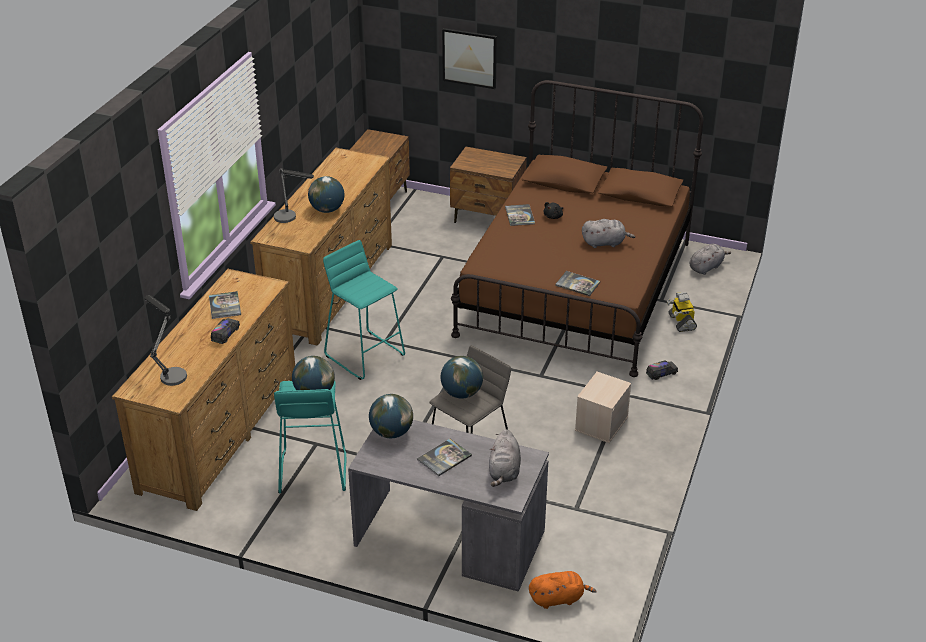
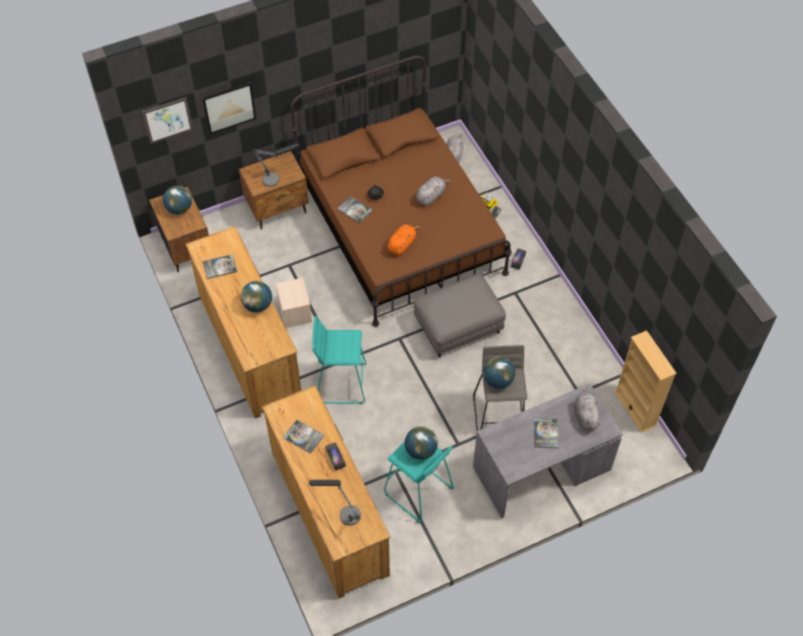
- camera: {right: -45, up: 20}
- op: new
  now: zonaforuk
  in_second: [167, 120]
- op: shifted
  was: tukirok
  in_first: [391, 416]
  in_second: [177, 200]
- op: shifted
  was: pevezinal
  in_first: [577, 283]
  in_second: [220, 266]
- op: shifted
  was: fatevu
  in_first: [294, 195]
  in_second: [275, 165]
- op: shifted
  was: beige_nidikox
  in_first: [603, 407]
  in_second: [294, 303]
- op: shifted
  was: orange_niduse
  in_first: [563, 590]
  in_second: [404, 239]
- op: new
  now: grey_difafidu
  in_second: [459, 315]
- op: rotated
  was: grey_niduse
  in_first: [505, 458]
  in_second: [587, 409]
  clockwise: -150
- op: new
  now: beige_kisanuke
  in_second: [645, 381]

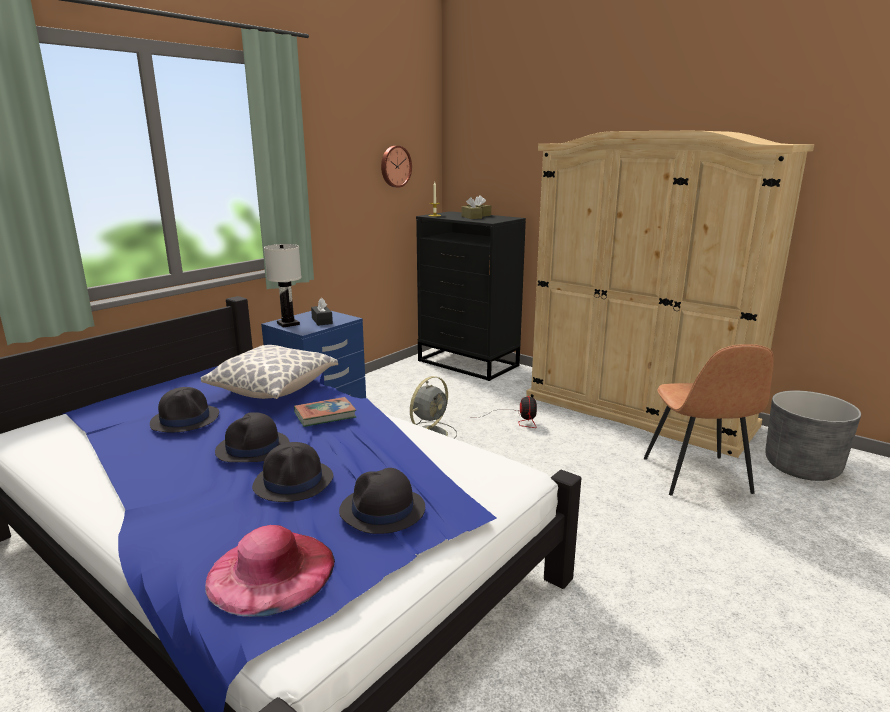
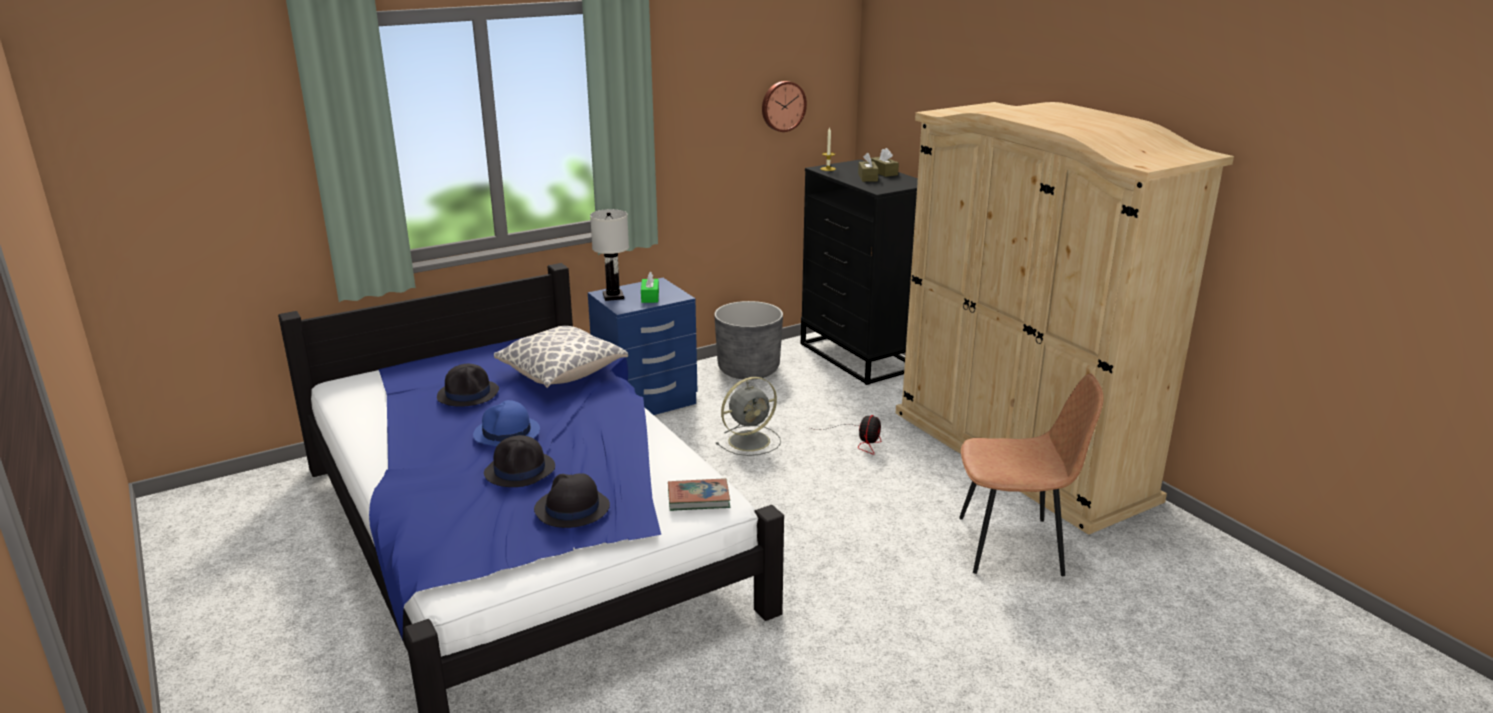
- camera: {right: 20, up: 5}
- op: repainted
  was: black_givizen
  now: blue_givizen
  in_first: [252, 437]
  in_second: [506, 423]
- op: repainted
  was: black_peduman
  now: green_peduman
  in_first: [322, 312]
  in_second: [650, 287]
- op: shifted
  was: pevezinal
  in_first: [325, 412]
  in_second: [699, 494]
- op: shifted
  was: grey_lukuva
  in_first: [813, 435]
  in_second: [748, 340]
- op: rotated
  was: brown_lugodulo
  in_first: [709, 420]
  in_second: [1031, 474]
  clockwise: -105
- op: gone
  was: pink_givizen
  in_first: [270, 571]

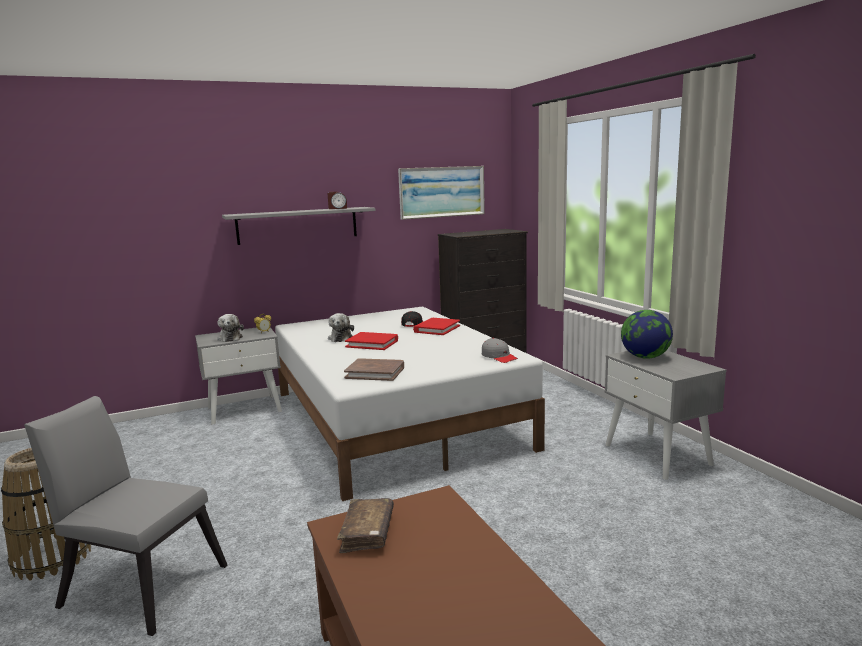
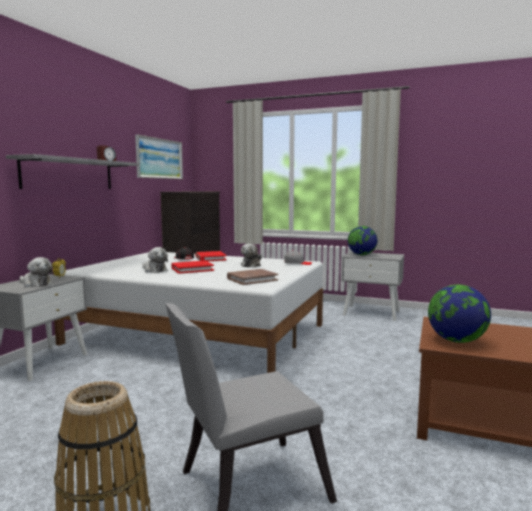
- camera: {right: -45, up: -5}
- op: new
  now: niduse
  in_second: [251, 256]
- op: swapped
  was: brown_pevezinal
  now: tukirok
  in_first: [365, 525]
  in_second: [459, 314]

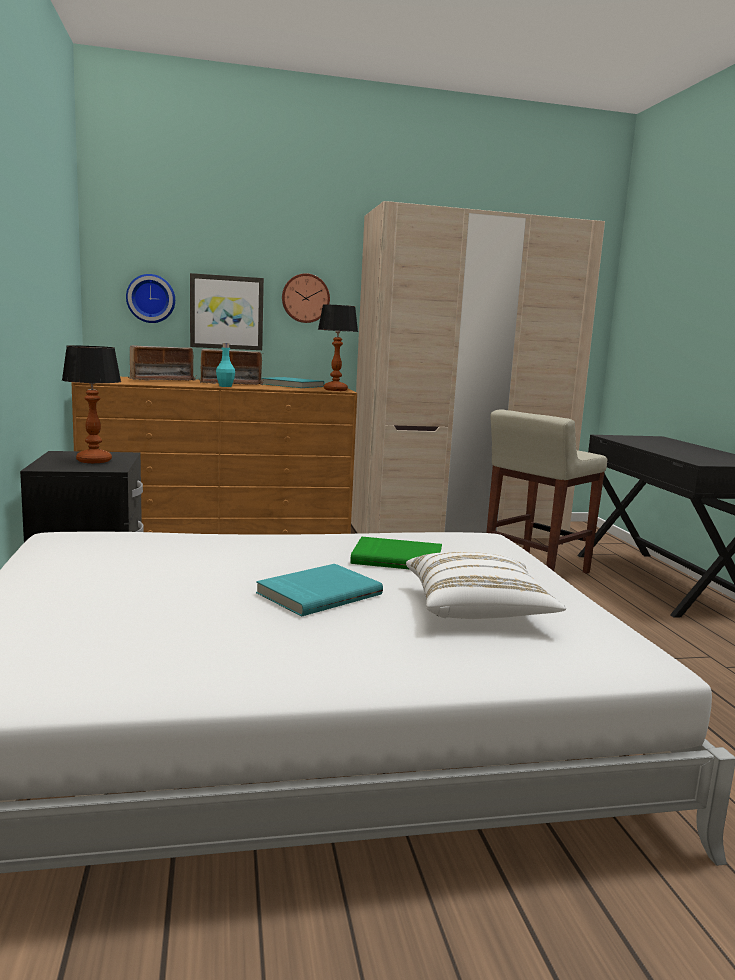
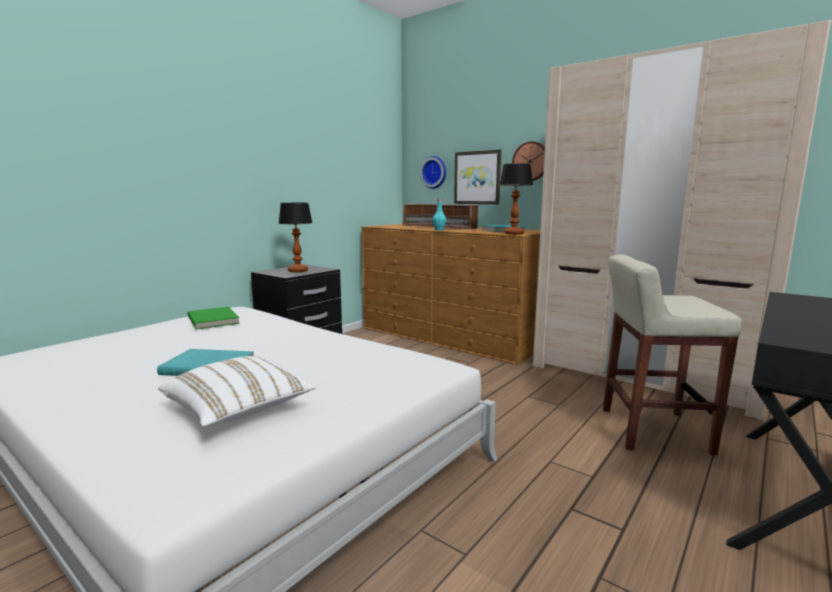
- camera: {right: 50, up: 0}
- op: shifted
  was: green_pevezinal
  in_first: [396, 553]
  in_second: [214, 318]

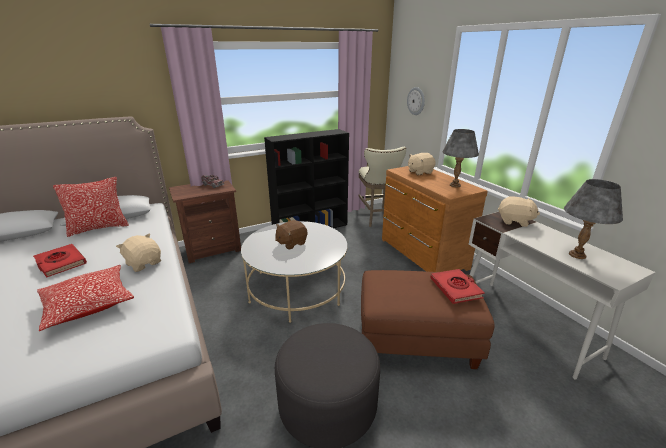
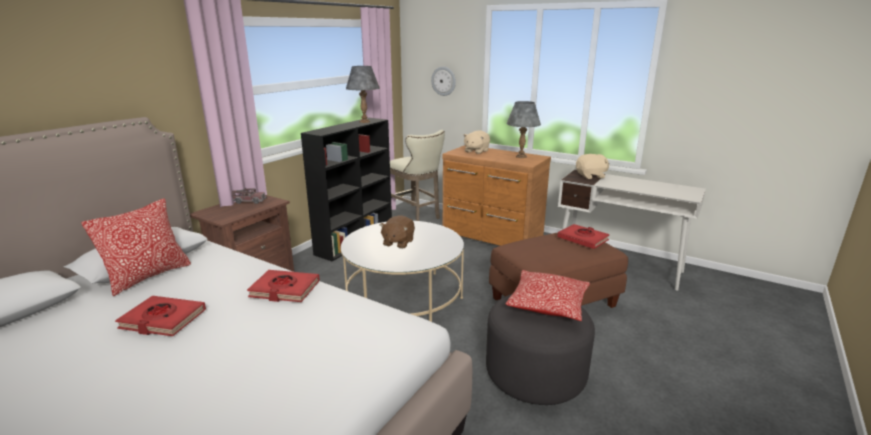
- camera: {right: -30, up: -5}
- op: swapped
  was: beige_niduse
  now: red_pevezinal
  in_first: [138, 253]
  in_second: [283, 286]
- op: shifted
  was: grey_fatevu
  in_first: [593, 219]
  in_second: [363, 94]
- op: shifted
  was: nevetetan
  in_first: [85, 298]
  in_second: [548, 295]

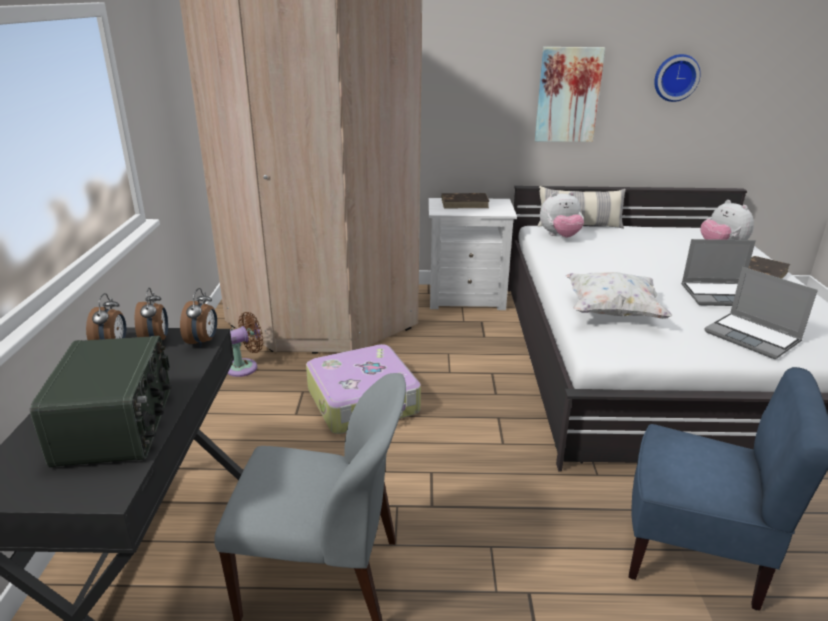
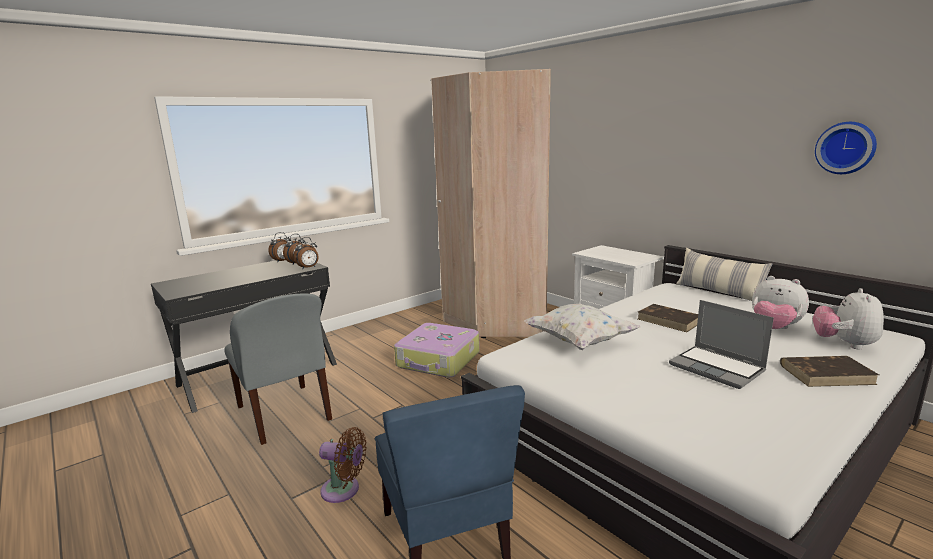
- camera: {right: 50, up: -10}
- op: shifted
  was: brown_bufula
  in_first: [245, 344]
  in_second: [343, 465]
- op: shifted
  was: brown_pevezinal
  in_first: [465, 200]
  in_second: [668, 318]
- op: shifted
  was: niduse
  in_first: [562, 215]
  in_second: [780, 302]
- op: gone
  was: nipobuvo
  in_first: [101, 401]
- op: gone
  was: zonaforuk
  in_first: [570, 94]
- op: gone
  was: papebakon
  in_first: [761, 313]

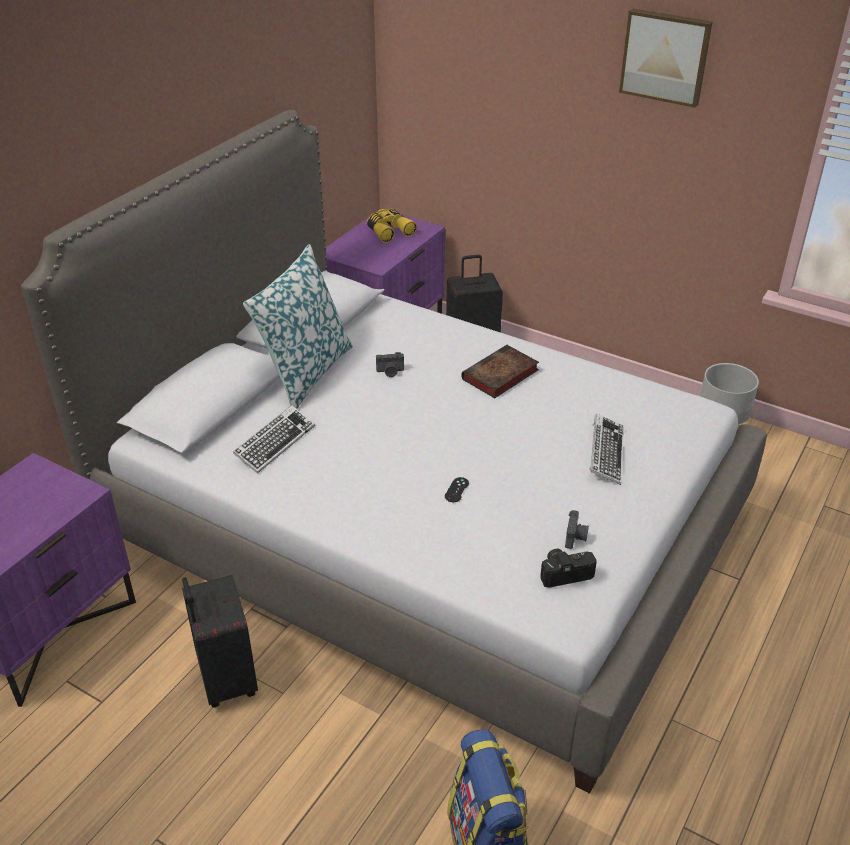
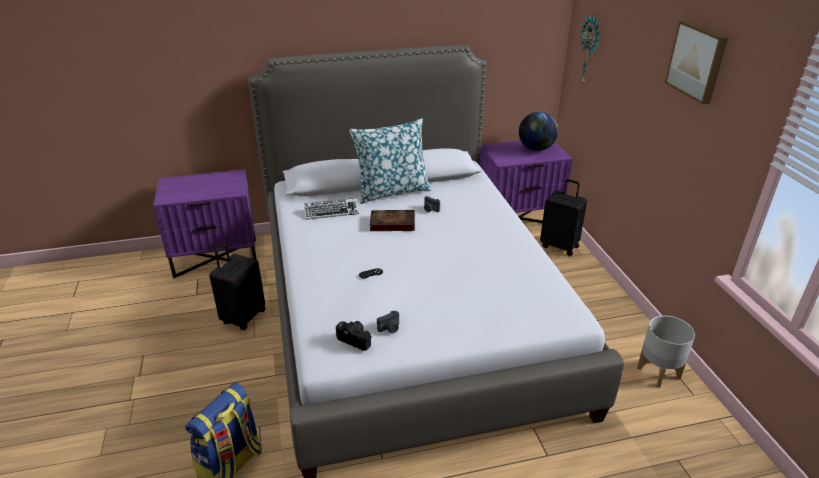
- camera: {right: 45, up: -5}
- op: shifted
  was: pevezinal
  in_first: [500, 371]
  in_second: [392, 220]
- op: swapped
  was: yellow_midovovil
  now: tukirok
  in_first: [392, 226]
  in_second: [538, 131]
- op: new
  now: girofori
  in_second: [590, 49]
- op: gone
  was: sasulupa
  in_first: [606, 449]

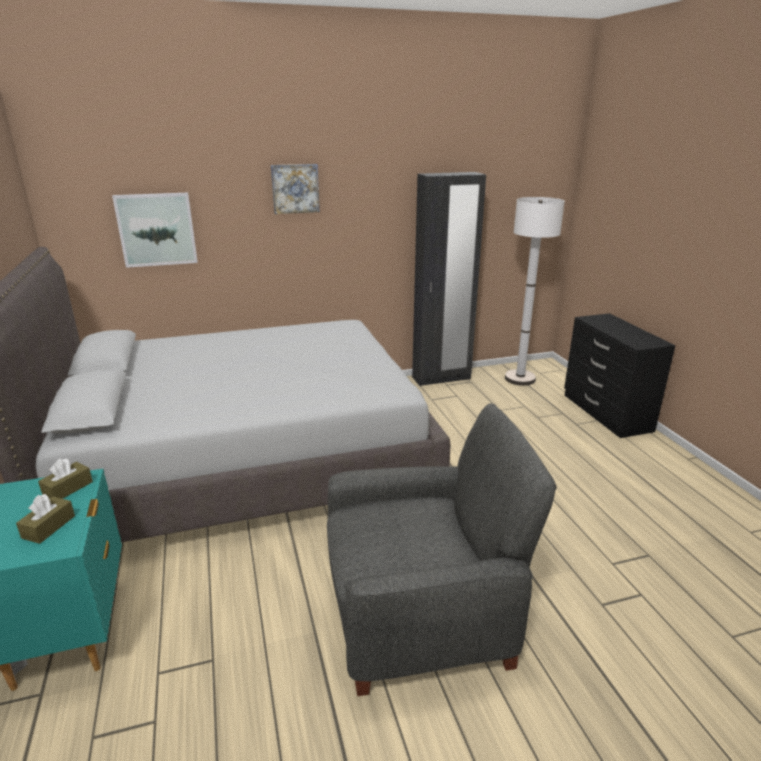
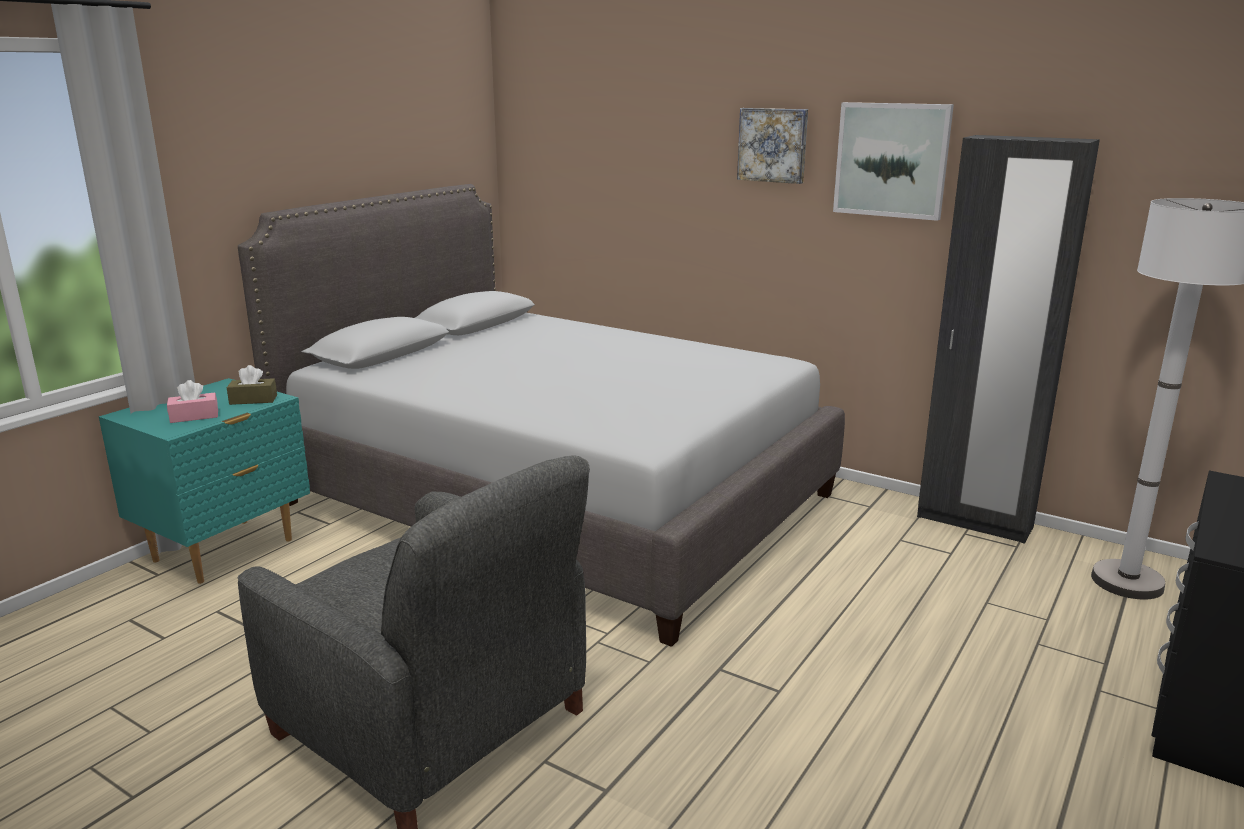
- camera: {right: 50, up: -5}
- op: repainted
  was: brown_peduman
  now: pink_peduman
  in_first: [45, 519]
  in_second: [192, 401]
- op: shifted
  was: zonaforuk
  in_first: [155, 230]
  in_second: [893, 161]

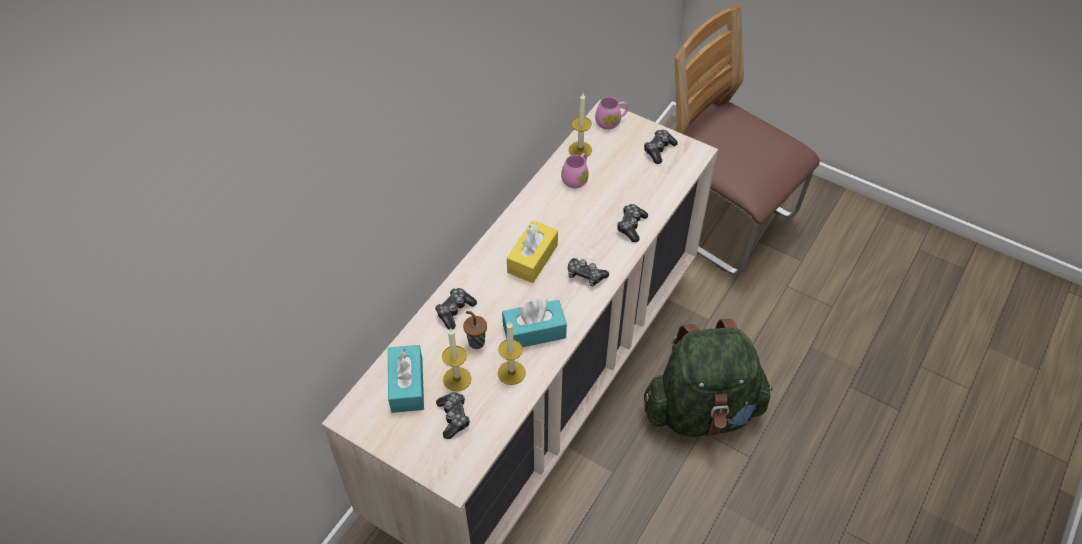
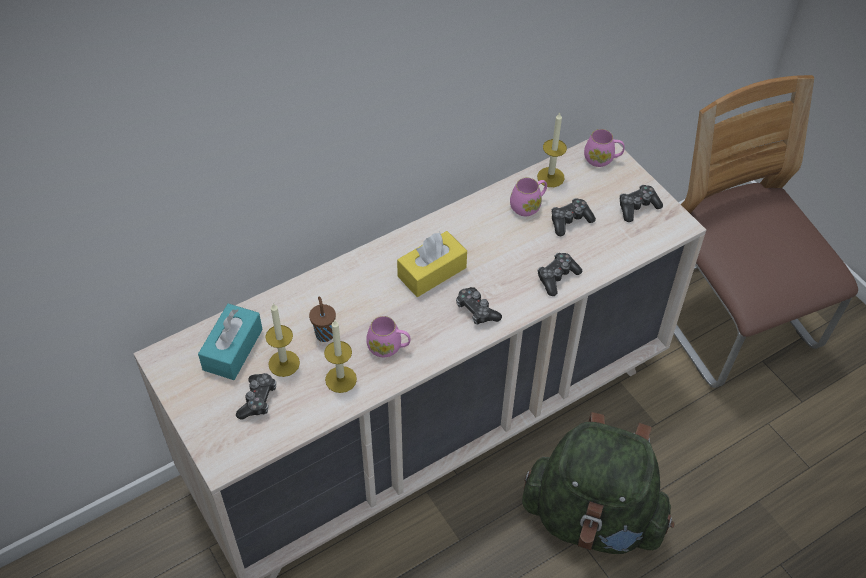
- camera: {right: 25, up: 0}
- op: swapped
  was: turquoise_peduman
  now: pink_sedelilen
  in_first: [534, 323]
  in_second: [388, 336]
- op: shifted
  was: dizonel
  in_first: [456, 309]
  in_second: [574, 217]

